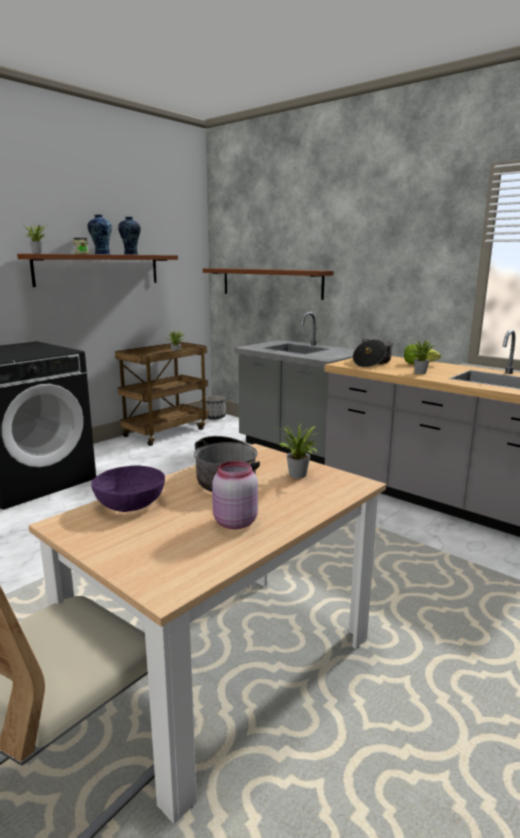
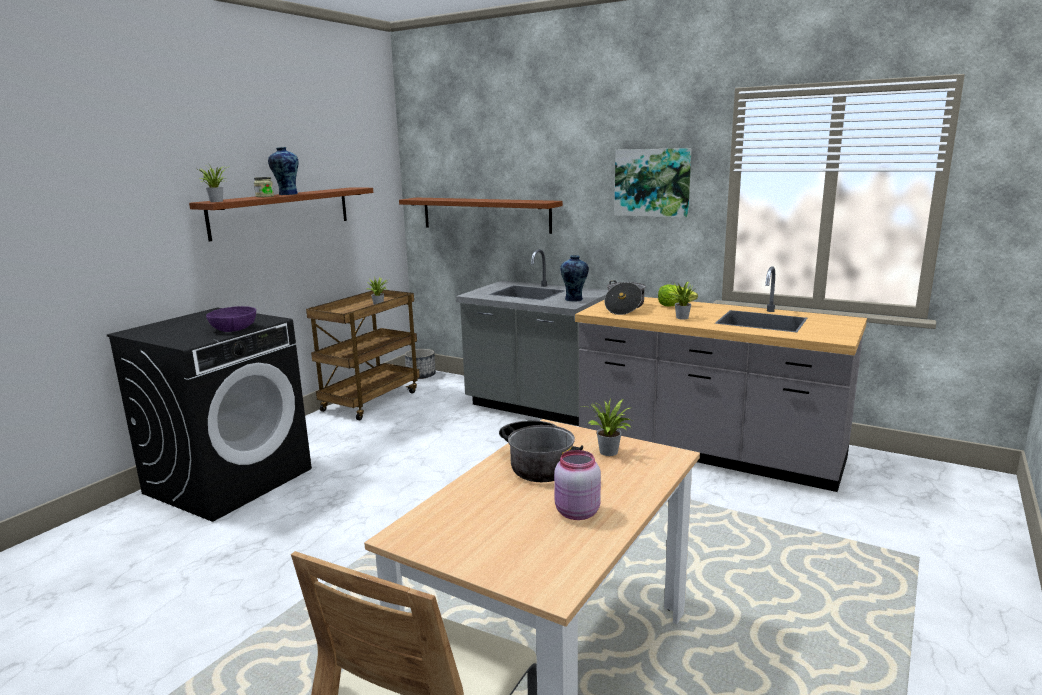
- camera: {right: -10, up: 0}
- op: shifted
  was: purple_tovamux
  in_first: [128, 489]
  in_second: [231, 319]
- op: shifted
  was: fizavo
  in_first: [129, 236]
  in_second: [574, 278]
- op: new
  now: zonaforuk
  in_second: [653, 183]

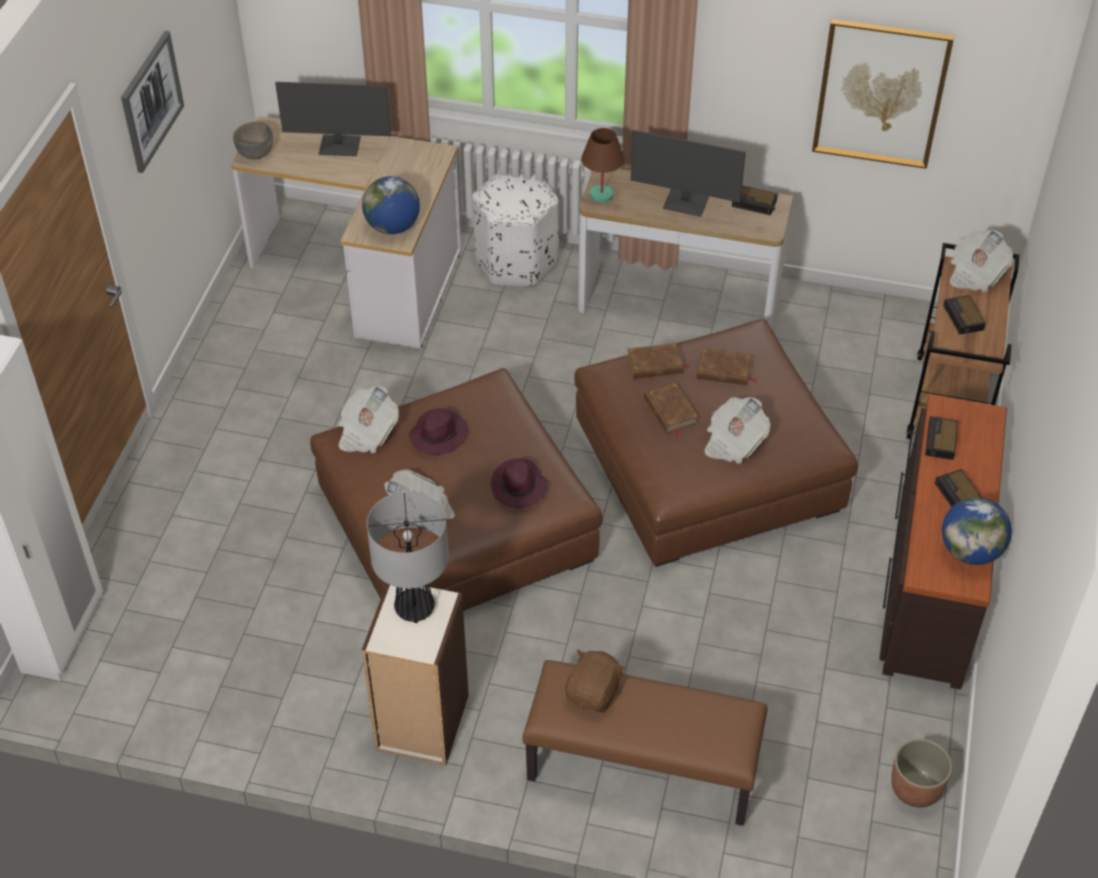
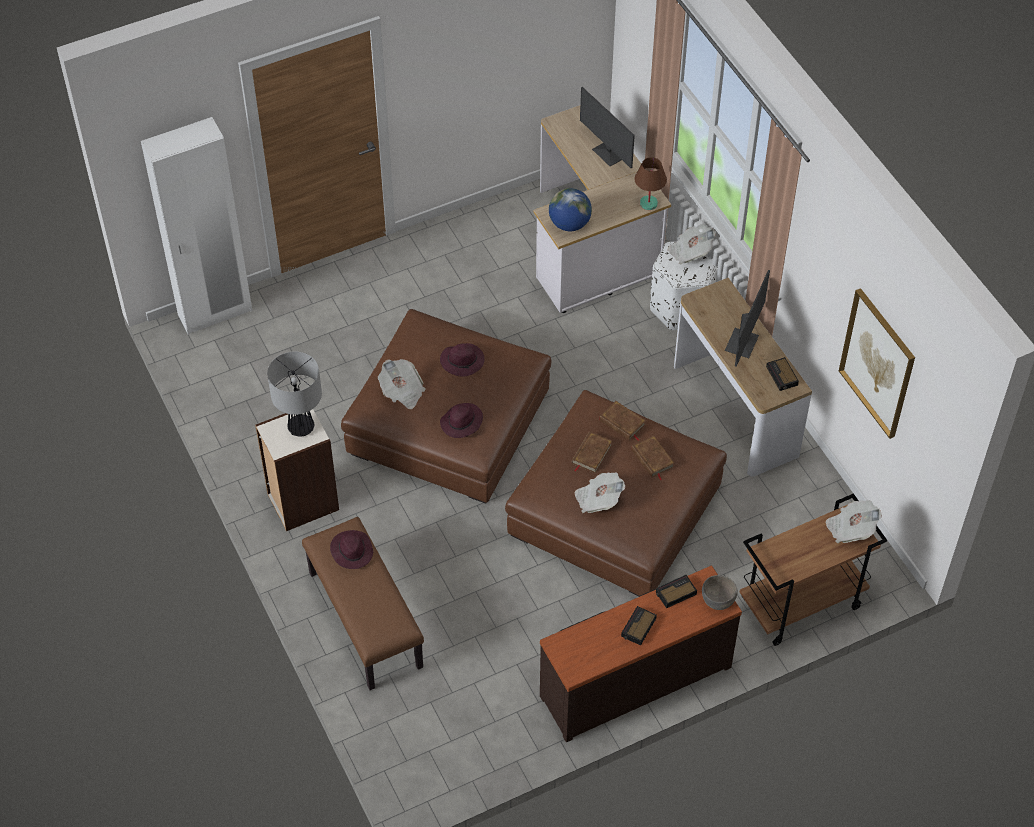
- camera: {right: 50, up: 5}
- op: swapped
  was: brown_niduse
  now: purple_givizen
  in_first: [595, 681]
  in_second: [351, 549]
- op: shifted
  was: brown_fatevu
  in_first: [602, 165]
  in_second: [650, 183]
- op: shifted
  was: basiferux
  in_first: [368, 419]
  in_second: [692, 244]
- op: shifted
  was: grey_tovamux
  in_first: [253, 140]
  in_second: [720, 592]
- op: rotated
  was: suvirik
  in_first: [688, 173]
  in_second: [747, 318]
  clockwise: -135
- op: gone
  was: zonaforuk
  in_first: [152, 102]
- op: gone
  was: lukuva
  in_first: [921, 773]
- op: gone
  was: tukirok
  in_first: [977, 531]
- op: gone
  was: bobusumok
  in_first: [964, 315]

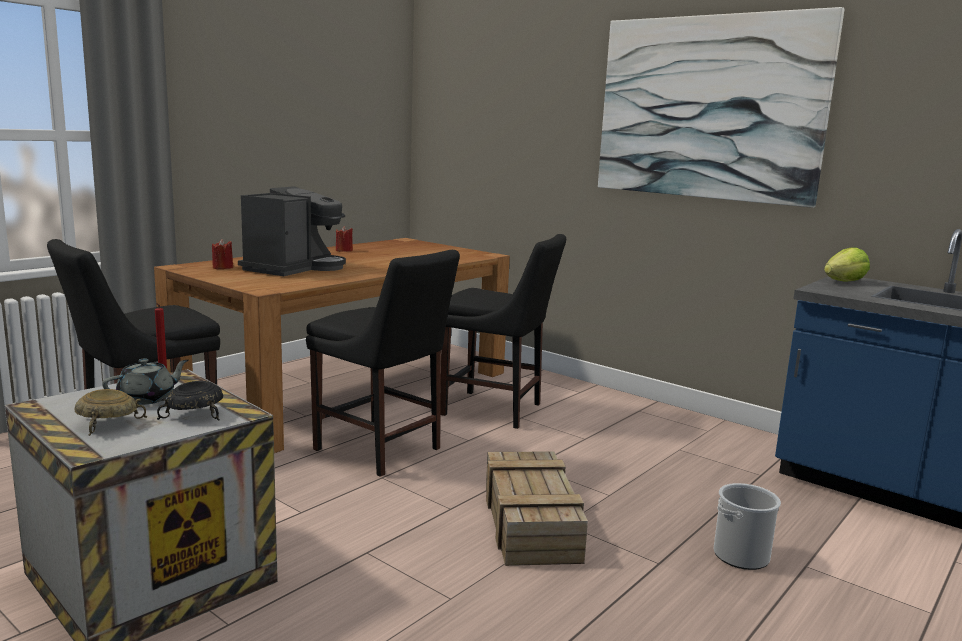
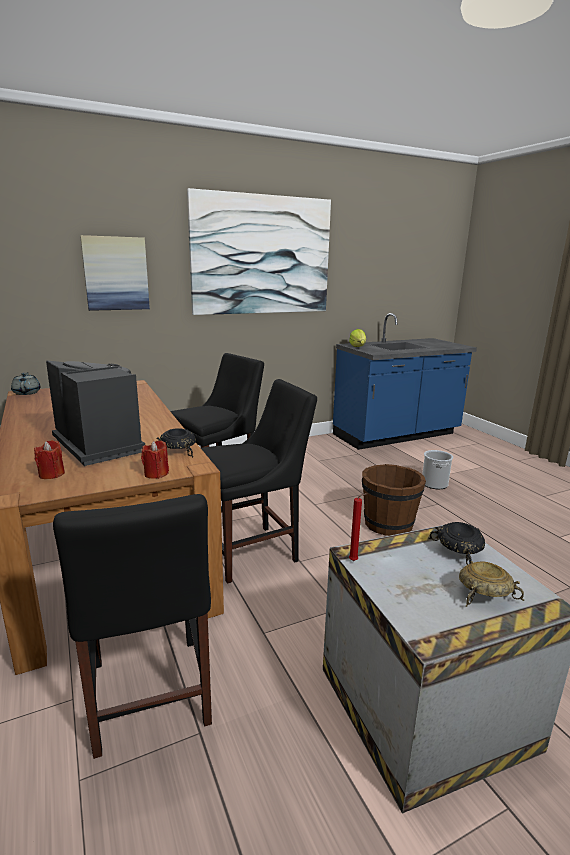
- camera: {right: -65, up: 5}
- op: shifted
  was: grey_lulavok
  in_first: [145, 382]
  in_second: [26, 383]
- op: new
  now: zonaforuk
  in_second: [115, 273]
- op: shifted
  was: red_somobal
  in_first: [344, 239]
  in_second: [155, 459]
- op: new
  now: black_tovamux
  in_second: [176, 442]
- op: swapped
  was: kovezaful
  now: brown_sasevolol
  in_first: [537, 508]
  in_second: [394, 500]

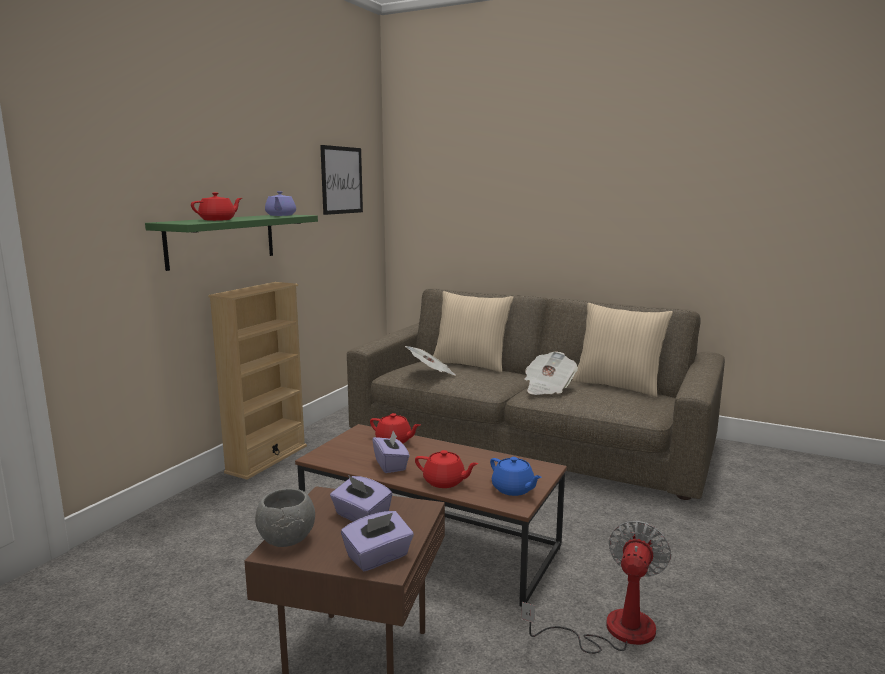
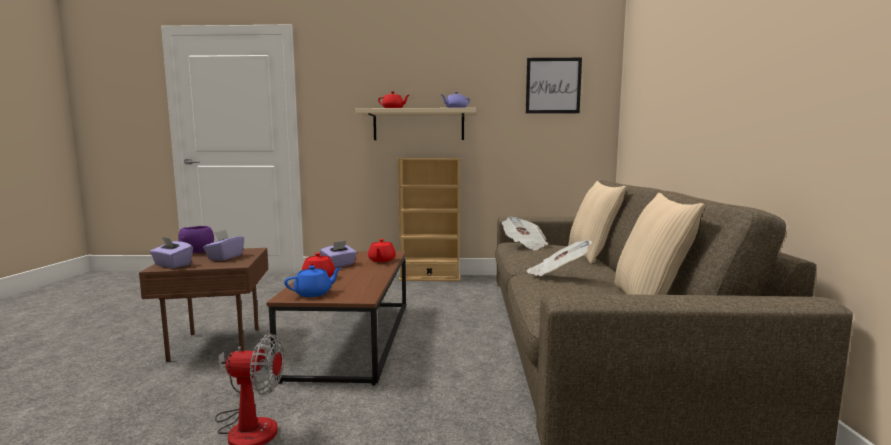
- camera: {right: 65, up: -5}
- op: repainted
  was: grey_tovamux
  now: purple_tovamux
  in_first: [285, 518]
  in_second: [196, 239]
- op: rotated
  was: blue_lulavok
  in_first: [516, 476]
  in_second: [312, 281]
  clockwise: -150
- op: repainted
  was: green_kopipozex
  now: beige_kopipozex
  in_first: [231, 243]
  in_second: [415, 124]

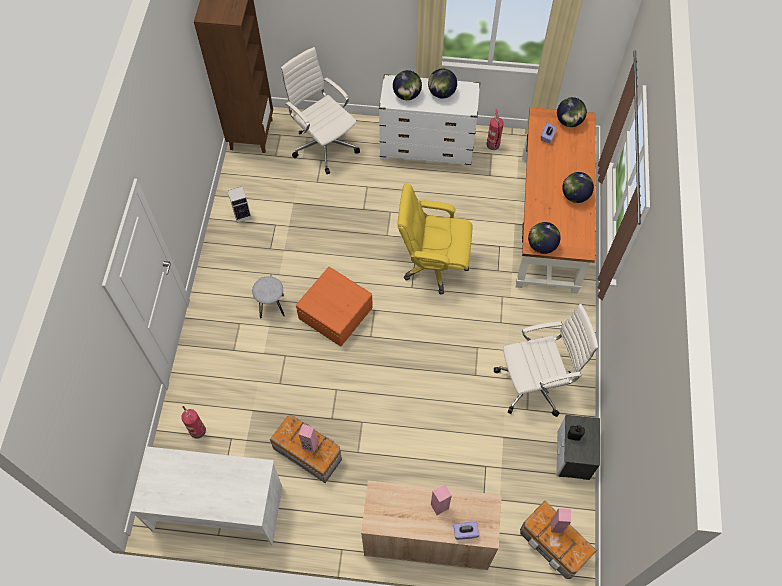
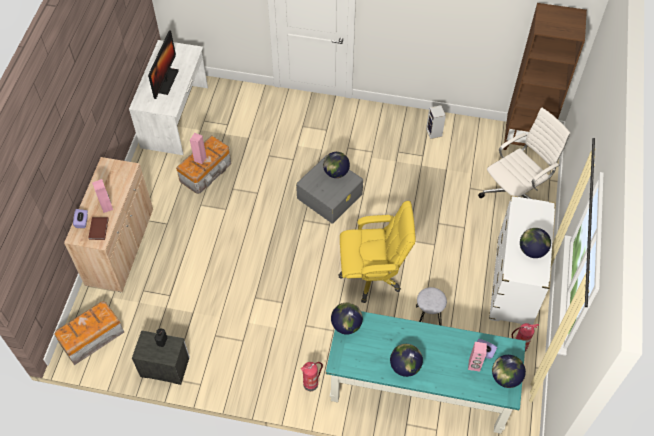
- camera: {right: 95, up: -5}
- op: new
  now: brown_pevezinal
  in_second: [98, 228]
- op: new
  now: suvirik
  in_second: [163, 65]
- op: repainted
  was: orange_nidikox
  now: grey_nidikox
  in_first: [334, 306]
  in_second: [329, 189]
- op: shifted
  was: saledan
  in_first: [193, 422]
  in_second: [312, 376]
- op: shifted
  was: tukirok
  in_first: [407, 85]
  in_second: [336, 165]
- op: repainted
  was: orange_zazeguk
  now: turquoise_zazeguk
  in_first: [556, 200]
  in_second: [426, 372]
- op: rotated
  was: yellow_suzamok
  in_first: [435, 238]
  in_second: [377, 252]
  clockwise: 75
- op: shifted
  was: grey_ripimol
  in_first: [268, 297]
  in_second: [431, 306]
- op: shifted
  was: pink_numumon
  in_first: [561, 520]
  in_second: [477, 357]
- op: gone
  was: white_suzamok
  in_first: [546, 360]

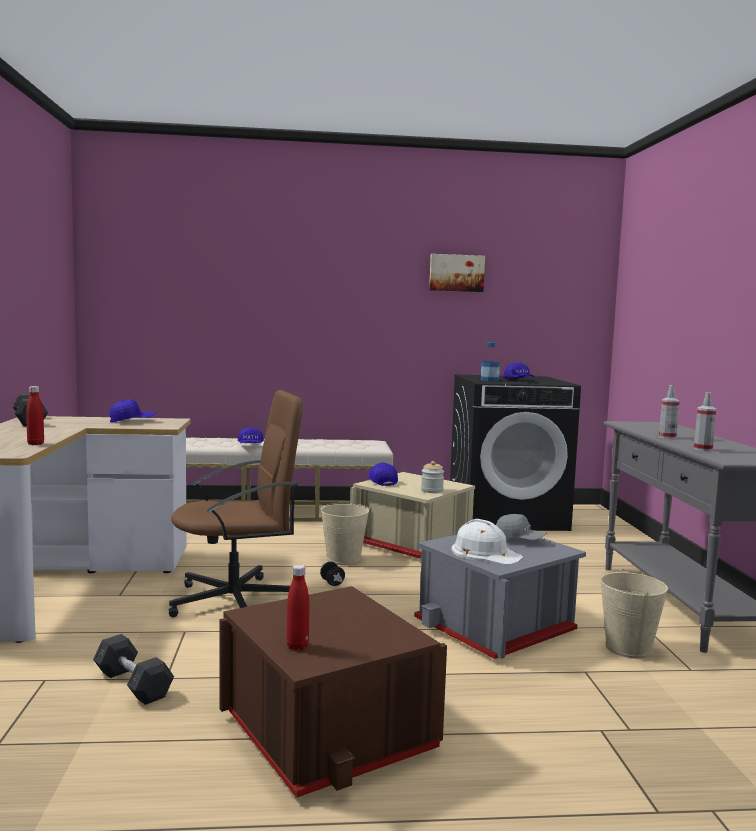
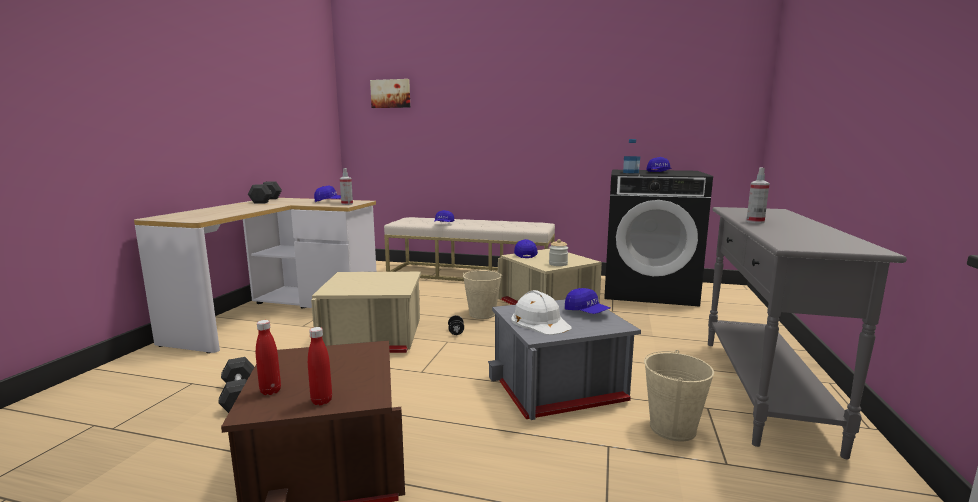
- camera: {right: 20, up: 5}
- op: shifted
  was: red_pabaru
  in_first: [35, 415]
  in_second: [320, 366]
- op: swapped
  was: brown_suzamok
  now: beige_nidikox
  in_first: [236, 503]
  in_second: [366, 312]
- op: shifted
  was: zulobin
  in_first: [705, 421]
  in_second: [346, 186]
- op: shifted
  was: zonaforuk
  in_first: [457, 273]
  in_second: [390, 93]
- op: repainted
  was: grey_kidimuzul
  now: blue_kidimuzul
  in_first: [521, 527]
  in_second: [587, 301]

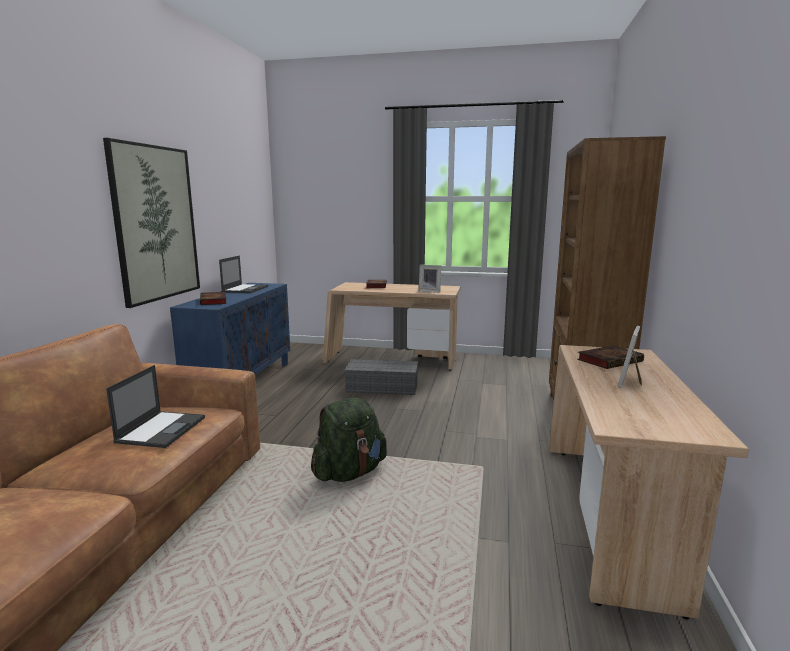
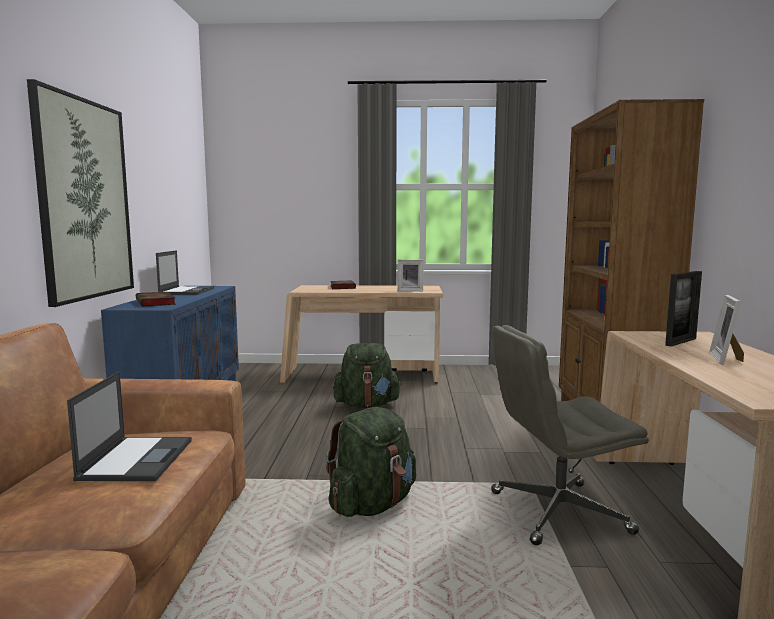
- camera: {right: -10, up: -5}
- op: swapped
  was: grey_nidikox
  now: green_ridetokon
  in_first: [381, 377]
  in_second: [367, 375]
- op: new
  now: grey_suzamok
  in_second: [569, 435]
- op: swapped
  was: pevezinal
  now: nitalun
  in_first: [610, 357]
  in_second: [683, 308]

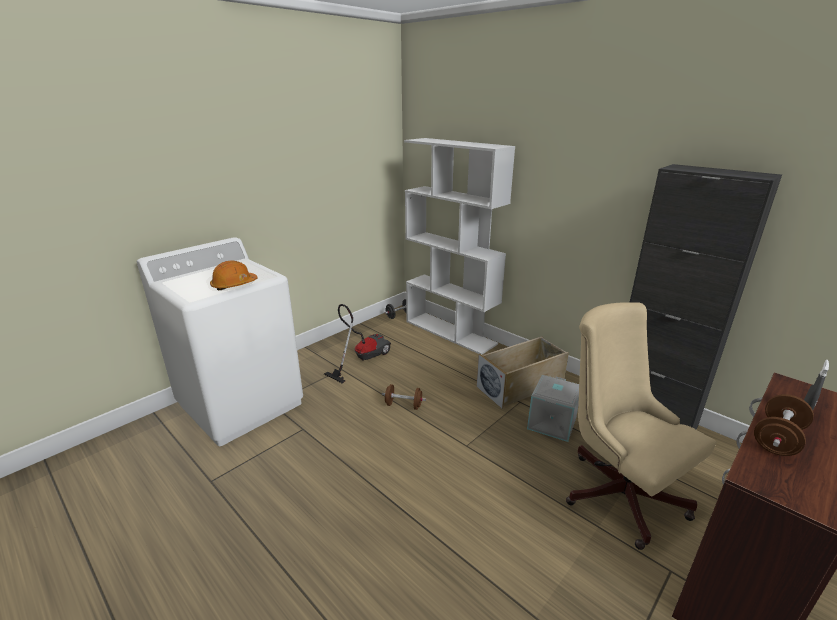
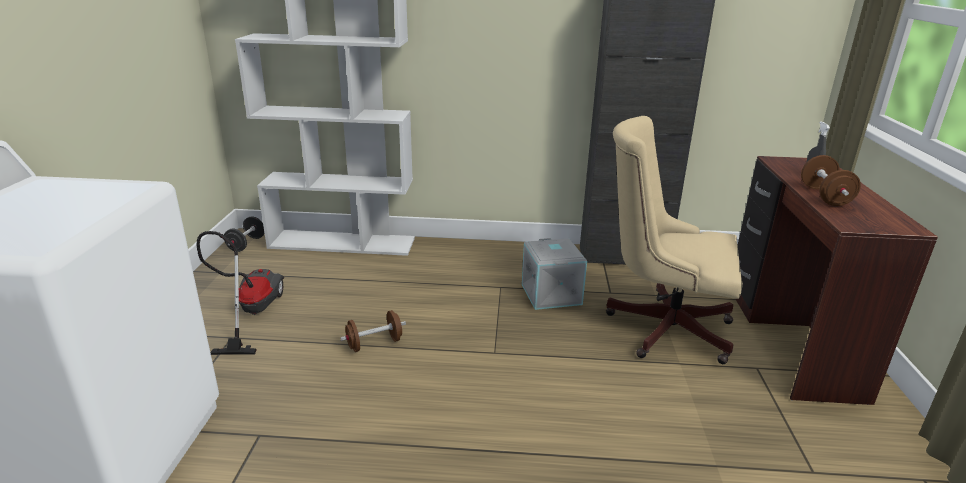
- camera: {right: -40, up: 0}
- op: gone
  was: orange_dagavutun
  in_first: [234, 276]
- op: gone
  was: beige_nidikox
  in_first: [523, 372]

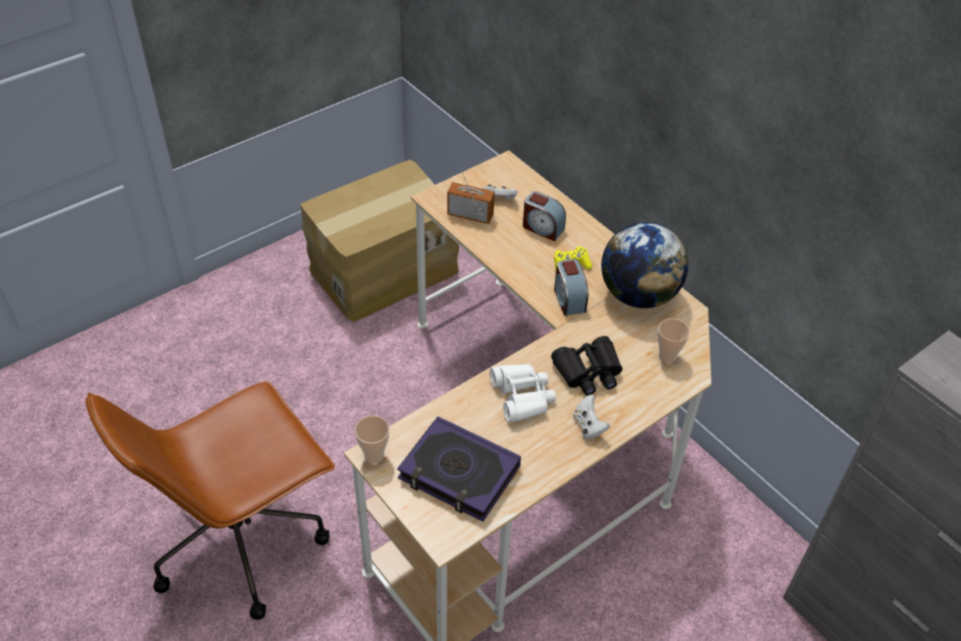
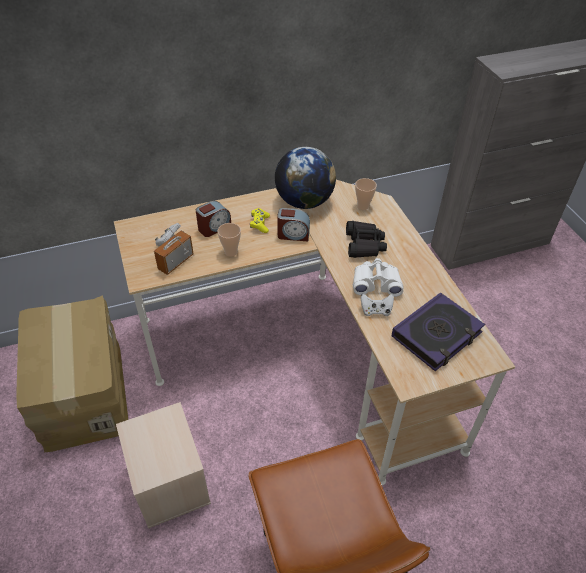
- camera: {right: -70, up: 0}
- op: new
  now: beige_nidikox
  in_second: [163, 465]
- op: shifted
  was: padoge
  in_first: [372, 439]
  in_second: [229, 239]
- op: shifted
  was: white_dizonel
  in_first: [591, 417]
  in_second: [377, 305]

